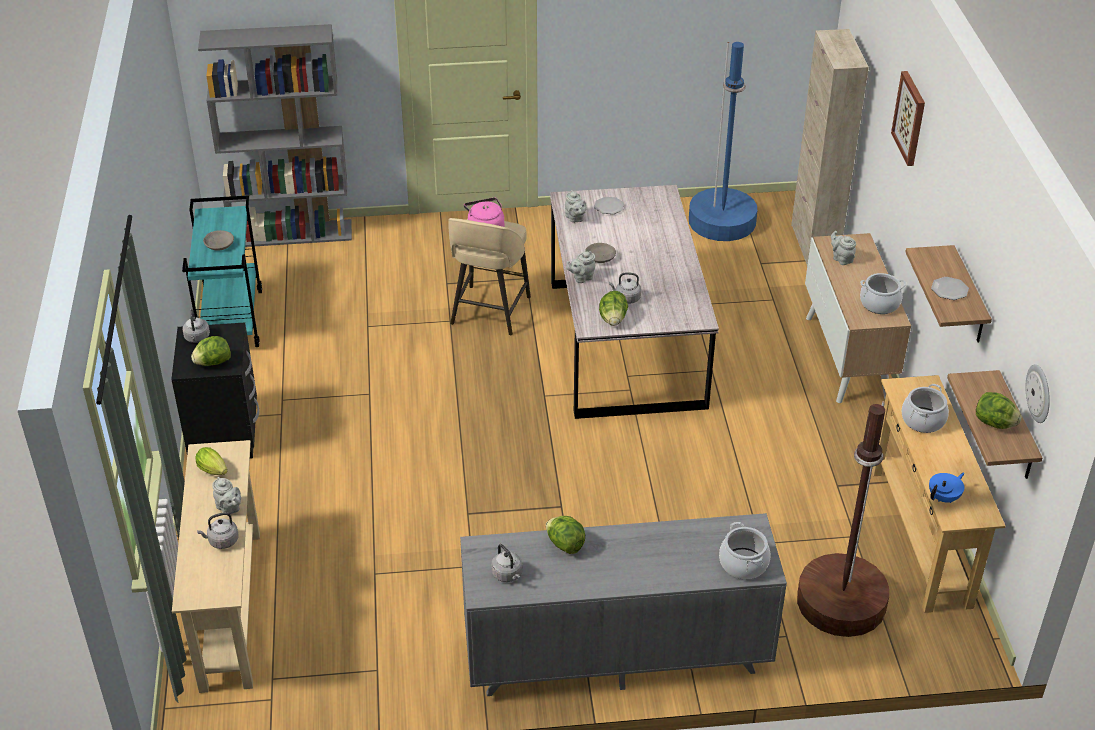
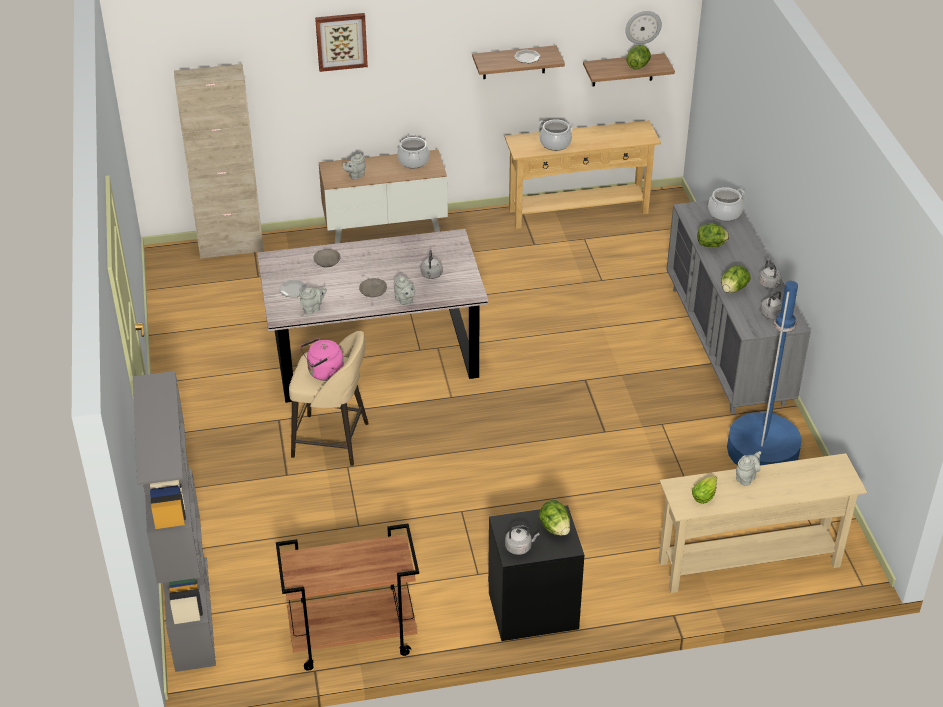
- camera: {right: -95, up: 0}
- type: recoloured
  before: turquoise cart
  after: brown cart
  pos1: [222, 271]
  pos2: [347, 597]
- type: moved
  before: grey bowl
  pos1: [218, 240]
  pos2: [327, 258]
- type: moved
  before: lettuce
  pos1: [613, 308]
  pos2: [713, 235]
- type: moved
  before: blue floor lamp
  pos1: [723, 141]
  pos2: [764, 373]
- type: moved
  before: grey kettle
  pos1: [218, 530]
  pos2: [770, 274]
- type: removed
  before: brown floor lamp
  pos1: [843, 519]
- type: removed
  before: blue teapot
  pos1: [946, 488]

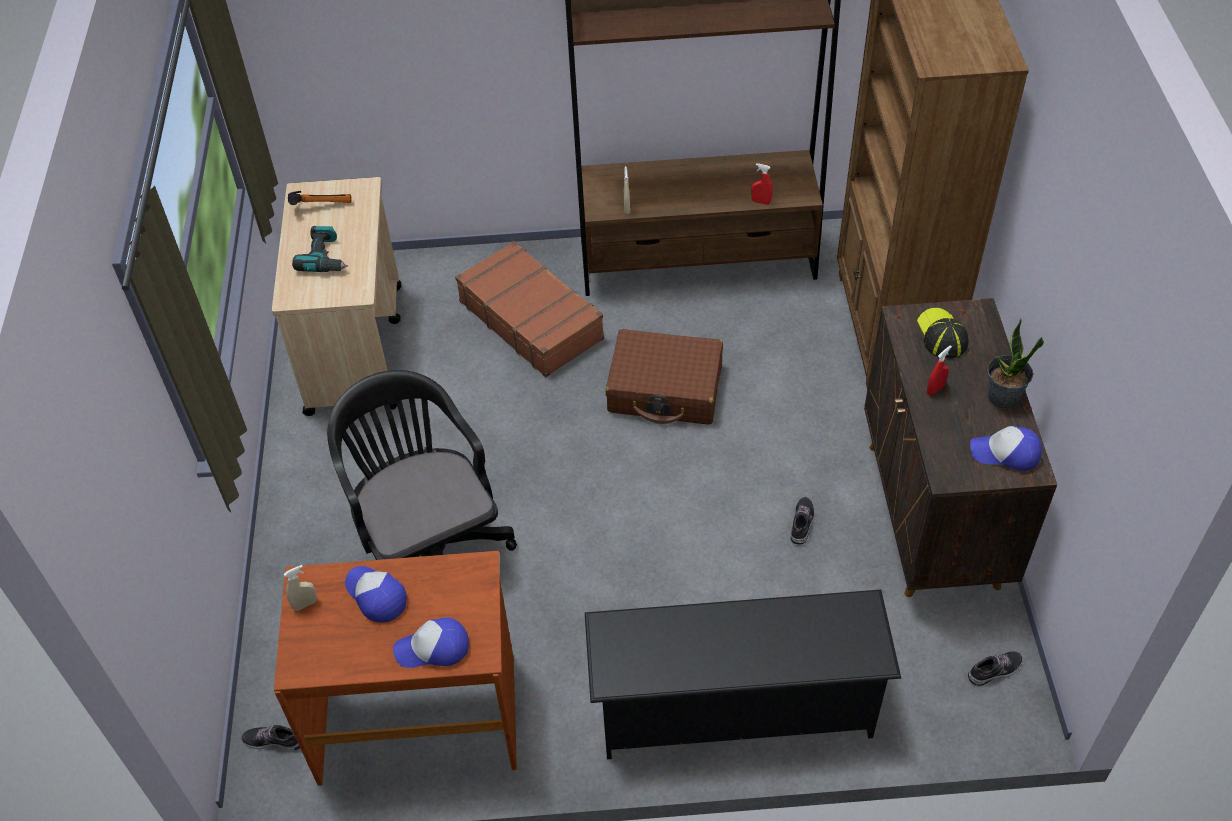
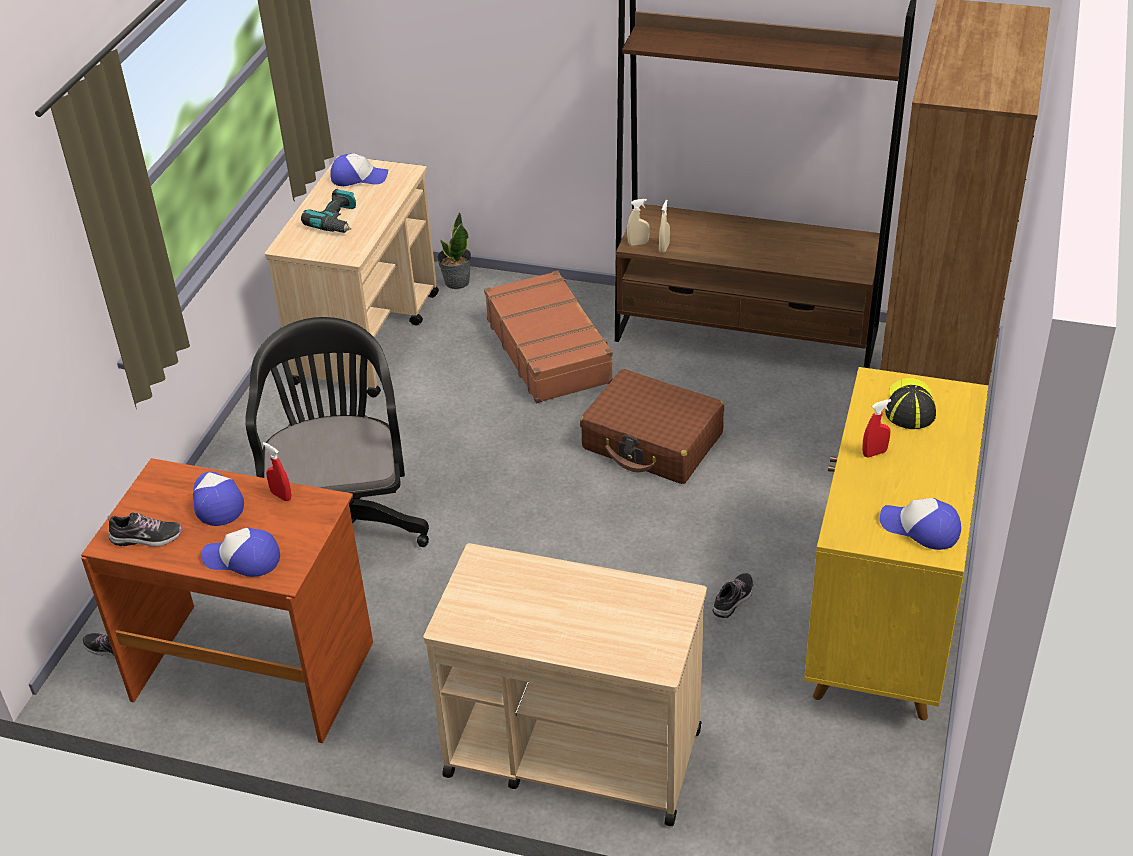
- camera: {right: 20, up: -10}
- type: moved
  before: shoe
  pos1: [995, 668]
  pos2: [145, 529]
- type: moved
  before: red spray bottle
  pos1: [762, 184]
  pos2: [277, 471]
- type: replaced
  before: hammer
  after: cap
  pos1: [320, 198]
  pos2: [359, 169]
- type: replaced
  before: black shoe rack
  after: beige cart
  pos1: [743, 674]
  pos2: [565, 684]
- type: moved
  before: potted plant
  pos1: [1015, 363]
  pos2: [454, 250]
- type: moved
  before: beige spray bottle
  pos1: [300, 588]
  pos2: [638, 222]
- type: recoloured
  before: brown cabinet
  after: yellow cabinet
  pos1: [960, 447]
  pos2: [896, 543]

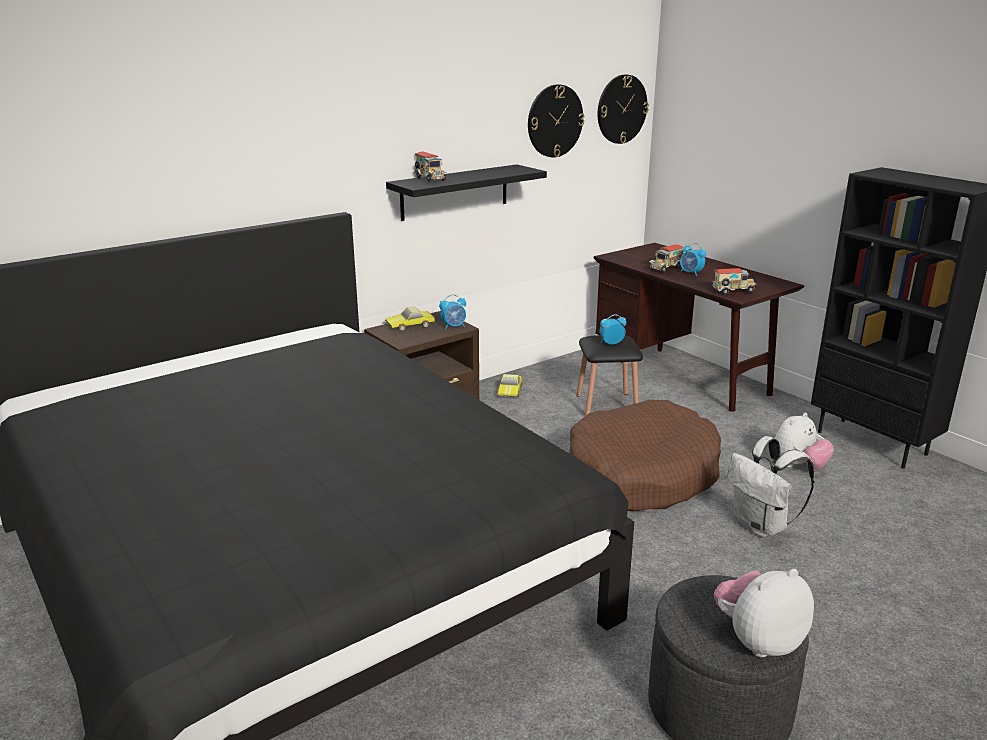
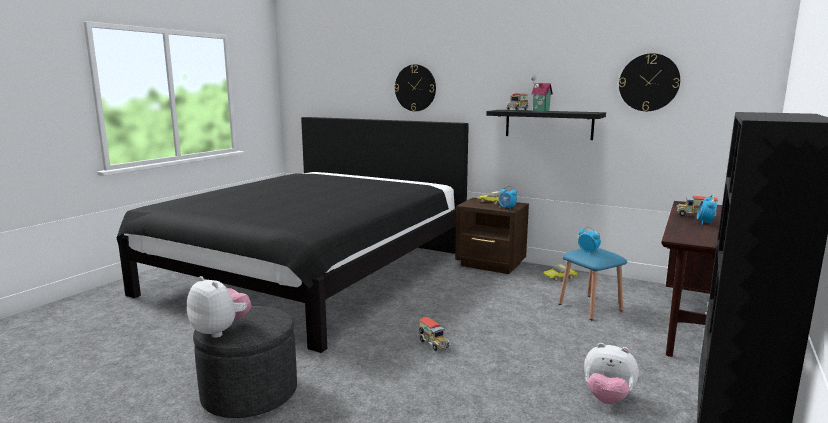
- camera: {right: 65, up: -10}
- type: moved
  before: wall clock
  pos1: [623, 109]
  pos2: [415, 87]
- type: moved
  before: toy truck
  pos1: [734, 281]
  pos2: [433, 334]
- type: added
  after: toy house
  pos2: [542, 94]
- type: recoloured
  before: black stool
  after: blue stool
  pos1: [609, 375]
  pos2: [592, 284]
- type: removed
  before: brown dog bed
  pos1: [645, 455]
- type: removed
  before: white backpack
  pos1: [771, 487]

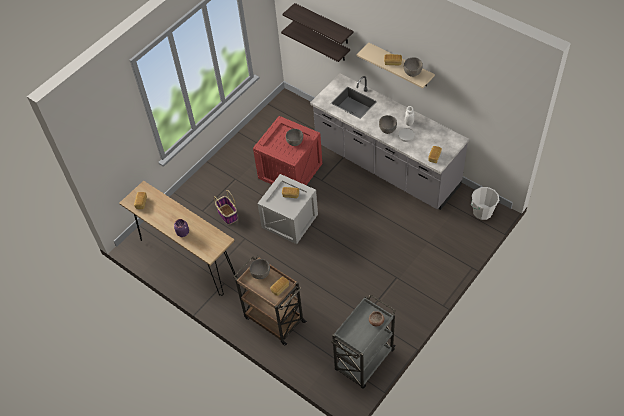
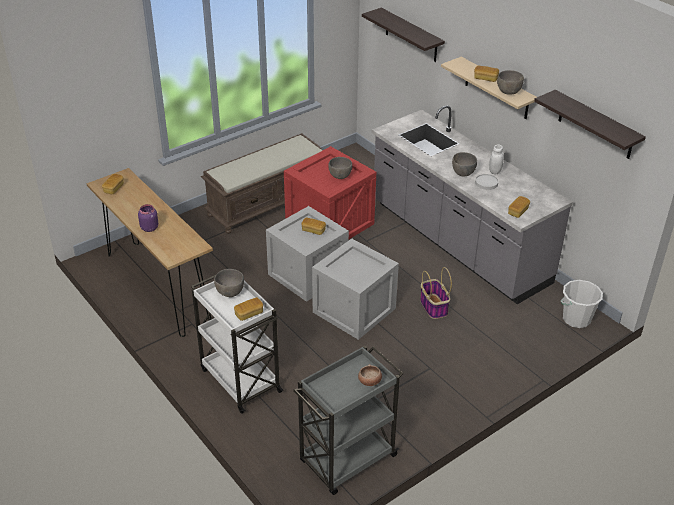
- camera: {right: 10, up: -15}
- type: recoloured
  before: brown cart
  after: white cart
  pos1: [270, 301]
  pos2: [237, 344]
- type: added
  after: brown bench
  pos2: [262, 183]
- type: added
  after: crate
  pos2: [355, 289]
- type: moved
  before: basket
  pos1: [226, 207]
  pos2: [436, 293]
- type: moved
  before: shelf
  pos1: [315, 41]
  pos2: [590, 124]

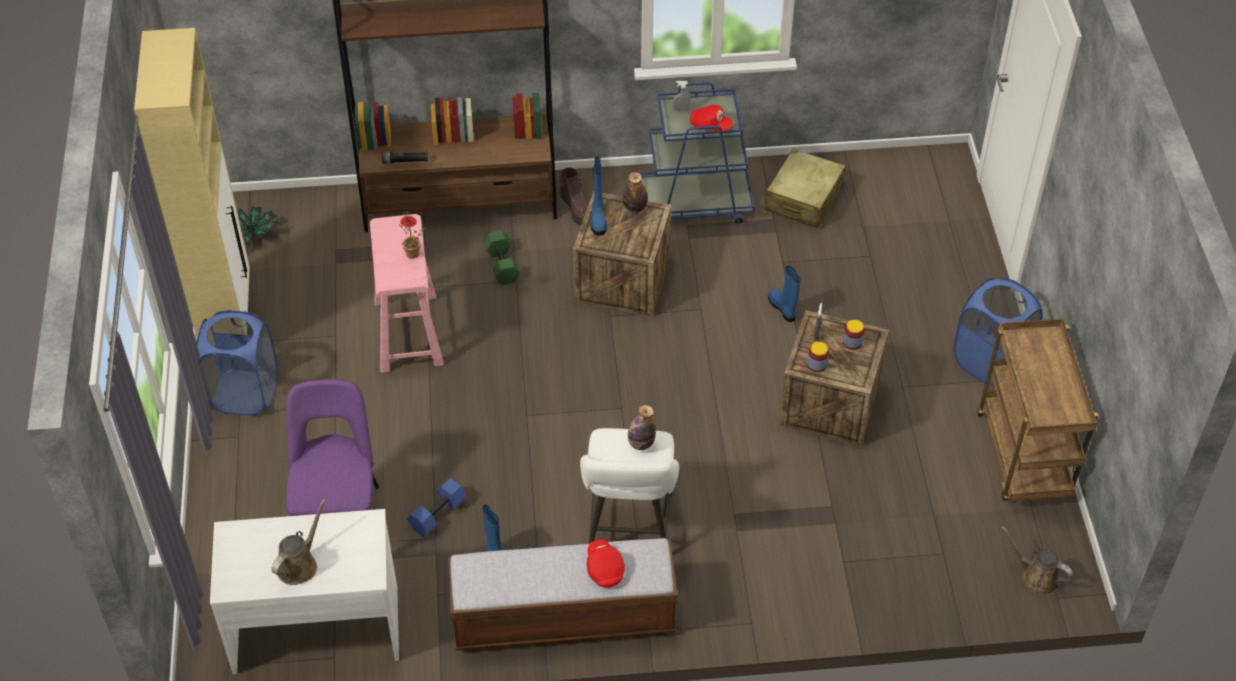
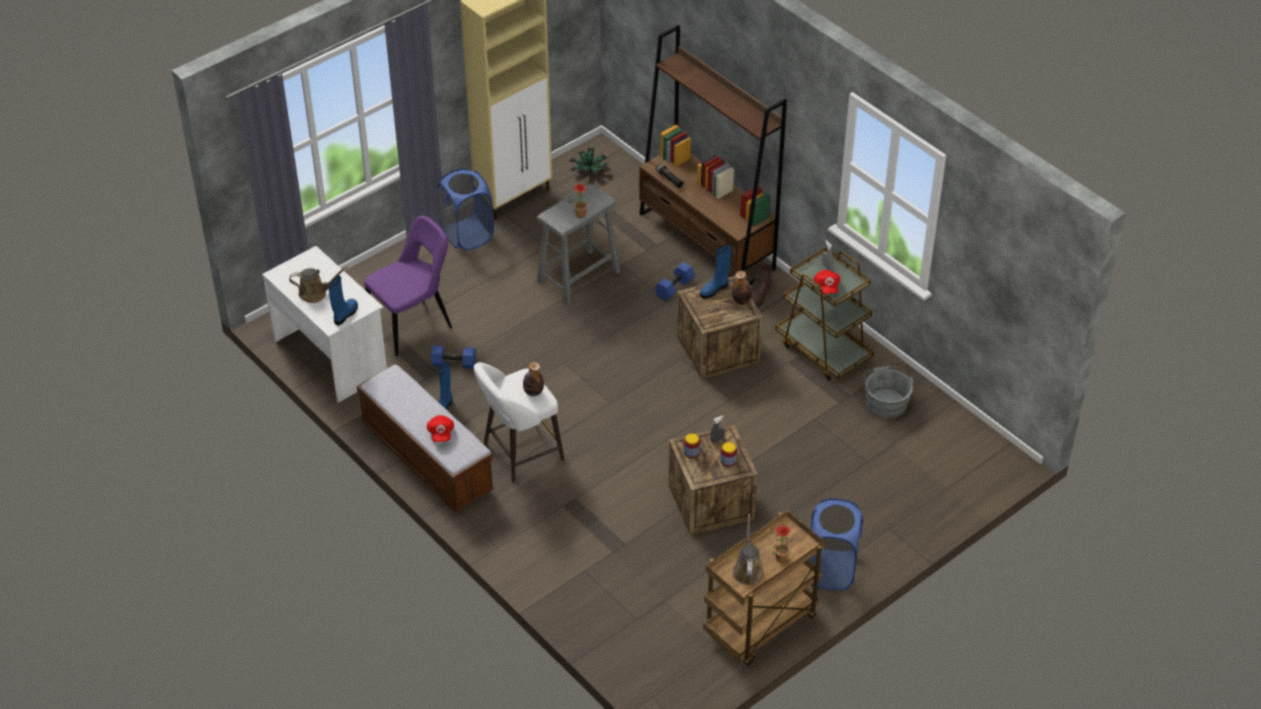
- camera: {right: 55, up: -5}
- type: moved
  before: blue boot
  pos1: [784, 294]
  pos2: [343, 300]
- type: turned
  before: red cap
  pos1: [606, 563]
  pos2: [440, 428]
  turn: 135
- type: recoloured
  before: pink stool
  after: grey stool
  pos1: [407, 293]
  pos2: [578, 244]
- type: recoloured
  before: green dumbbell
  after: blue dumbbell
  pos1: [502, 257]
  pos2: [675, 281]
- type: moved
  before: brown watering can
  pos1: [1037, 560]
  pos2: [747, 549]
- type: added
  after: potted plant
  pos2: [782, 544]
- type: recoloured
  before: blue cart
  after: brown cart
  pos1: [697, 152]
  pos2: [824, 314]
- type: replaced
  before: beige suitcase
  after: grey bucket
  pos1: [805, 188]
  pos2: [888, 391]

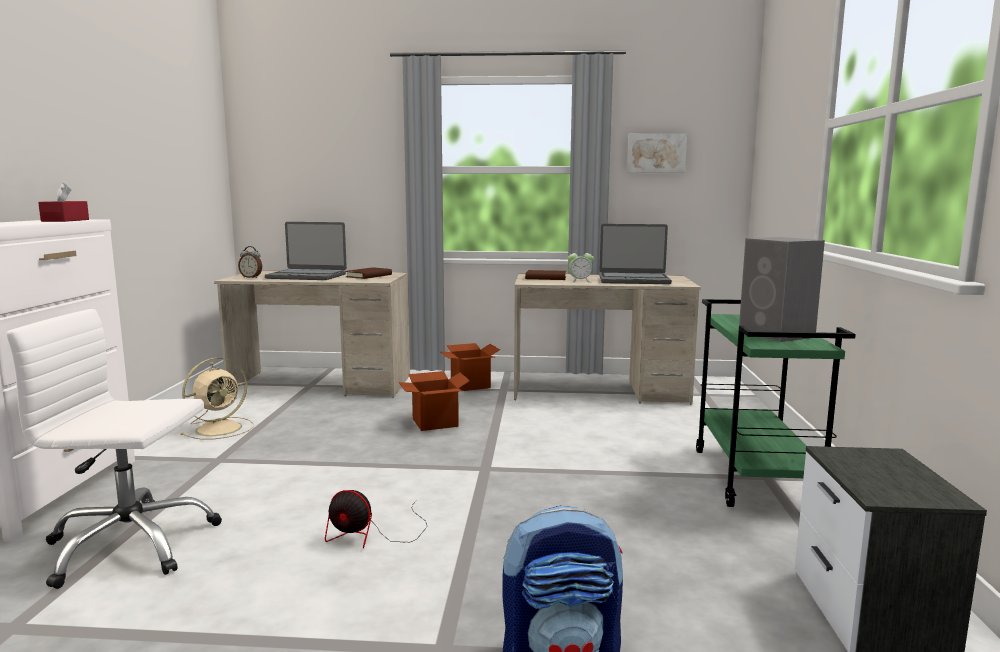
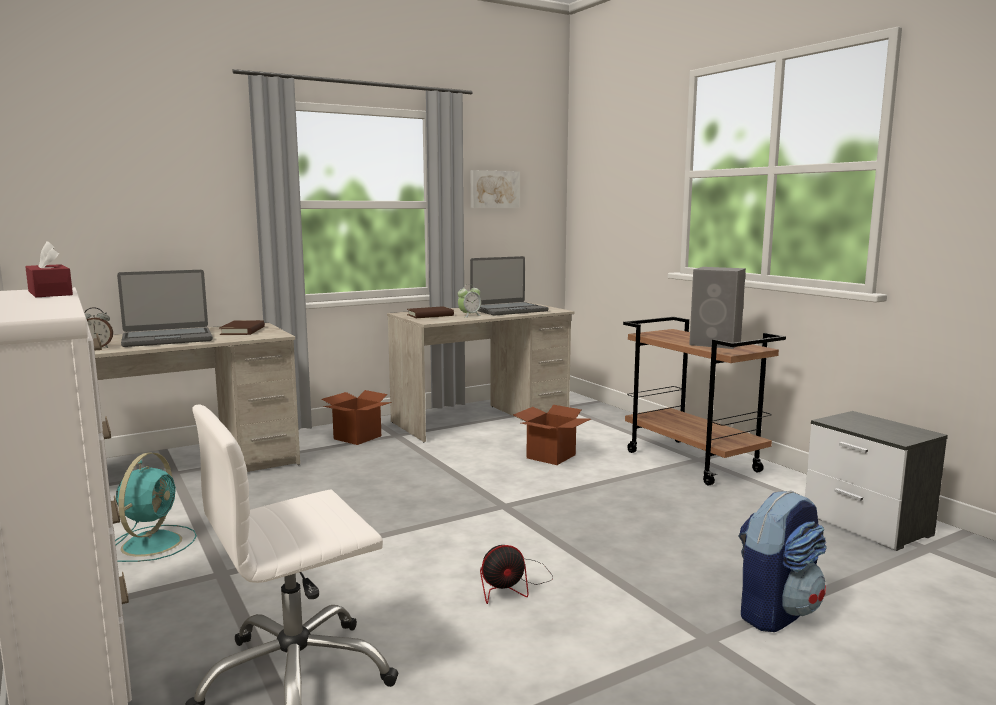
- camera: {right: -35, up: 0}
- type: recoloured
  before: beige fan
  after: turquoise fan
  pos1: [217, 398]
  pos2: [156, 507]
- type: moved
  before: cardboard box
  pos1: [434, 401]
  pos2: [552, 435]
- type: recoloured
  before: green cart
  after: brown cart
  pos1: [776, 403]
  pos2: [704, 401]

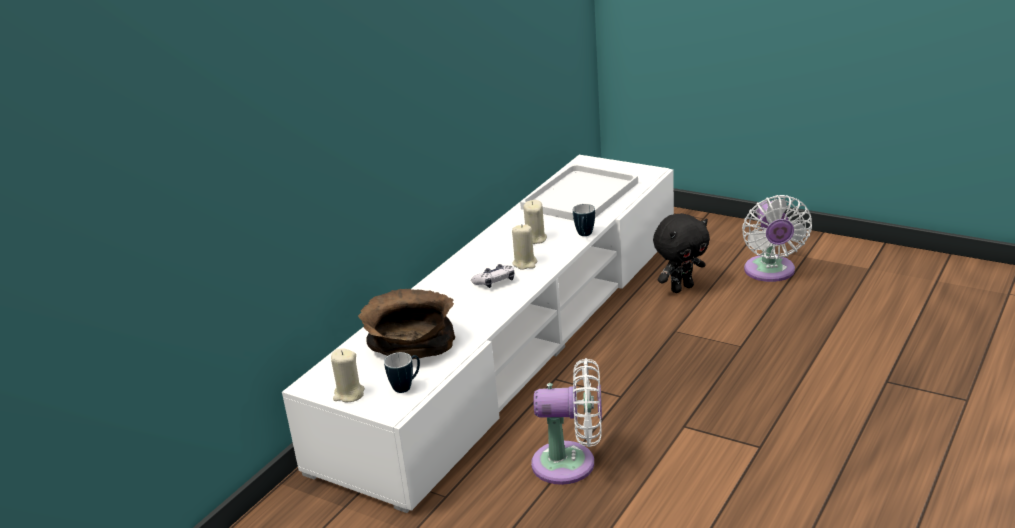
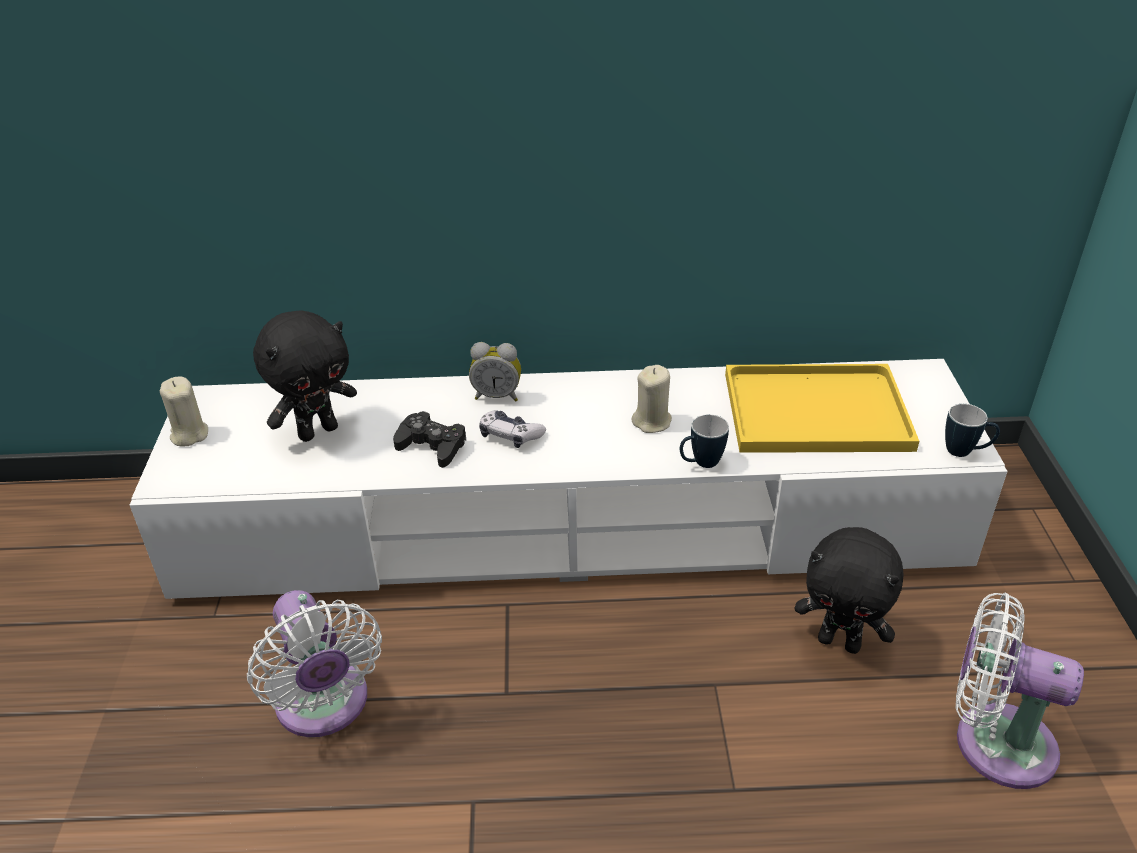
- camera: {right: 55, up: 10}
- type: replaced
  before: brown bowl
  after: black plush toy
  pos1: [406, 324]
  pos2: [305, 376]
- type: added
  after: black game controller
  pos2: [429, 439]
- type: added
  after: alarm clock
  pos2: [495, 371]
- type: recoloured
  before: white tray
  after: yellow tray
  pos1: [579, 192]
  pos2: [822, 408]
- type: moved
  before: mug
  pos1: [402, 372]
  pos2: [972, 430]
- type: turned
  before: white fan
  pos1: [777, 238]
  pos2: [1020, 690]
  turn: 60
- type: removed
  before: beige candle
  pos1: [525, 247]

